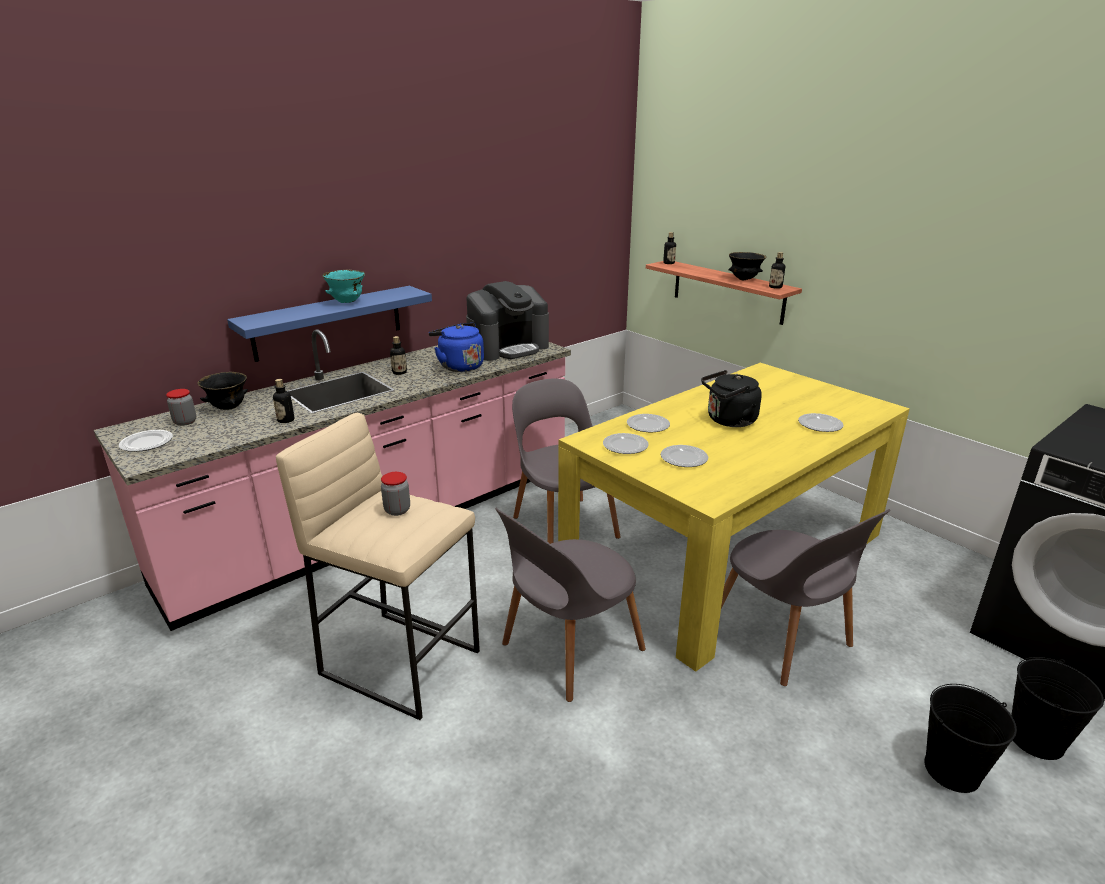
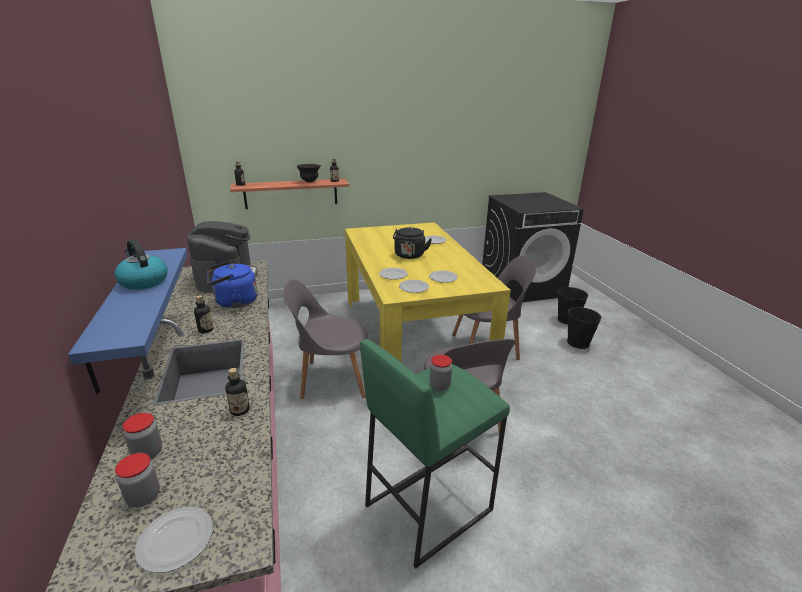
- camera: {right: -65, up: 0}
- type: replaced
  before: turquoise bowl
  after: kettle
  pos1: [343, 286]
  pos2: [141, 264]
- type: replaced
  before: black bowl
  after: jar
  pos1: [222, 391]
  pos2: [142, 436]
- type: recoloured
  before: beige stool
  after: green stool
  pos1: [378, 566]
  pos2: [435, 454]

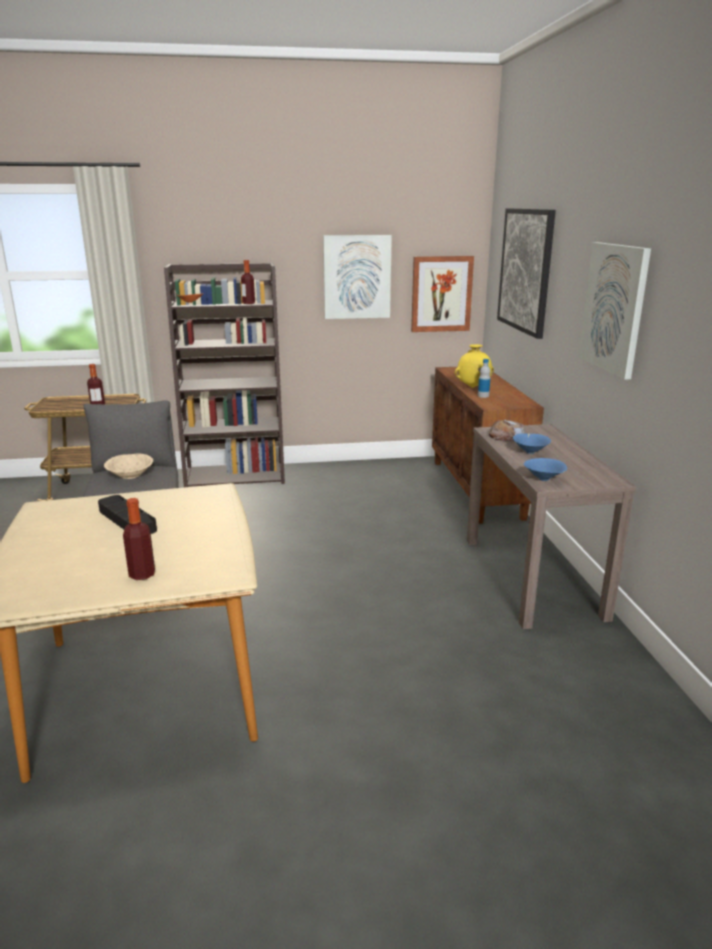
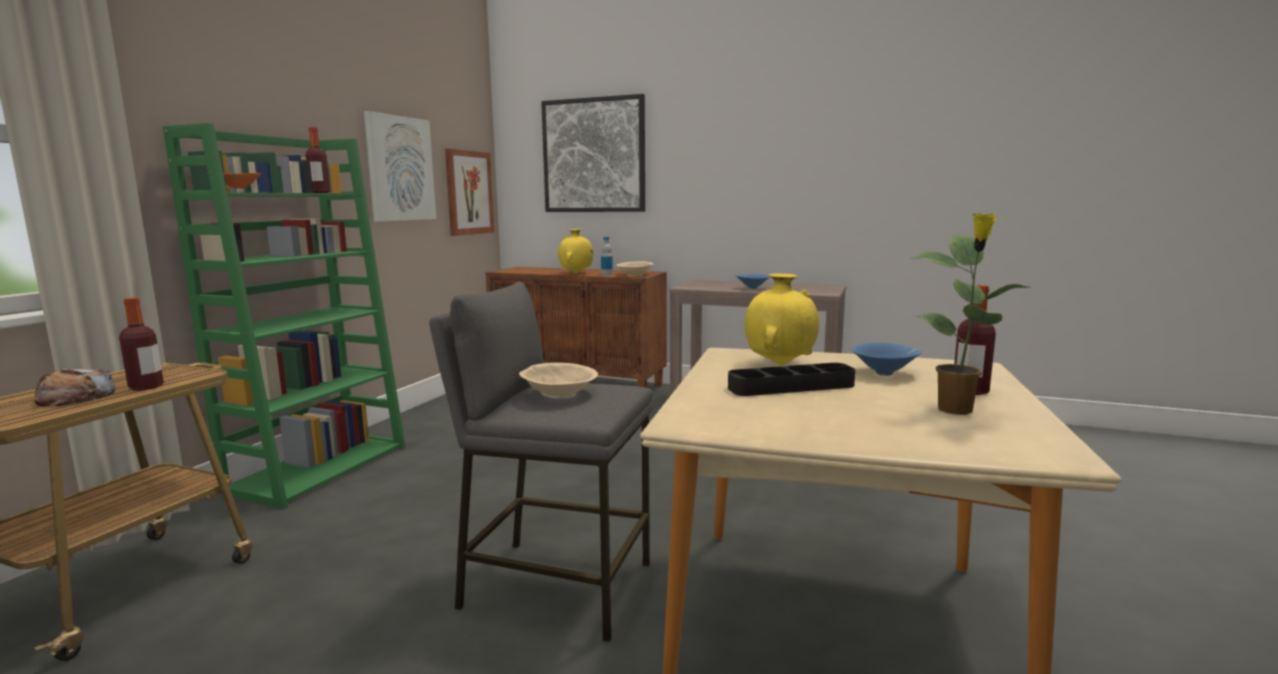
- camera: {right: -60, up: -10}
- type: moved
  before: bread
  pos1: [506, 430]
  pos2: [74, 387]
- type: recoloured
  before: brown bookcase
  after: green bookcase
  pos1: [224, 375]
  pos2: [284, 316]
- type: added
  after: beige bowl
  pos2: [634, 268]
- type: added
  after: yellow vase
  pos2: [782, 319]
- type: moved
  before: blue bowl
  pos1: [545, 469]
  pos2: [886, 359]
- type: added
  after: potted plant
  pos2: [970, 314]
- type: removed
  before: picture
  pos1: [614, 311]

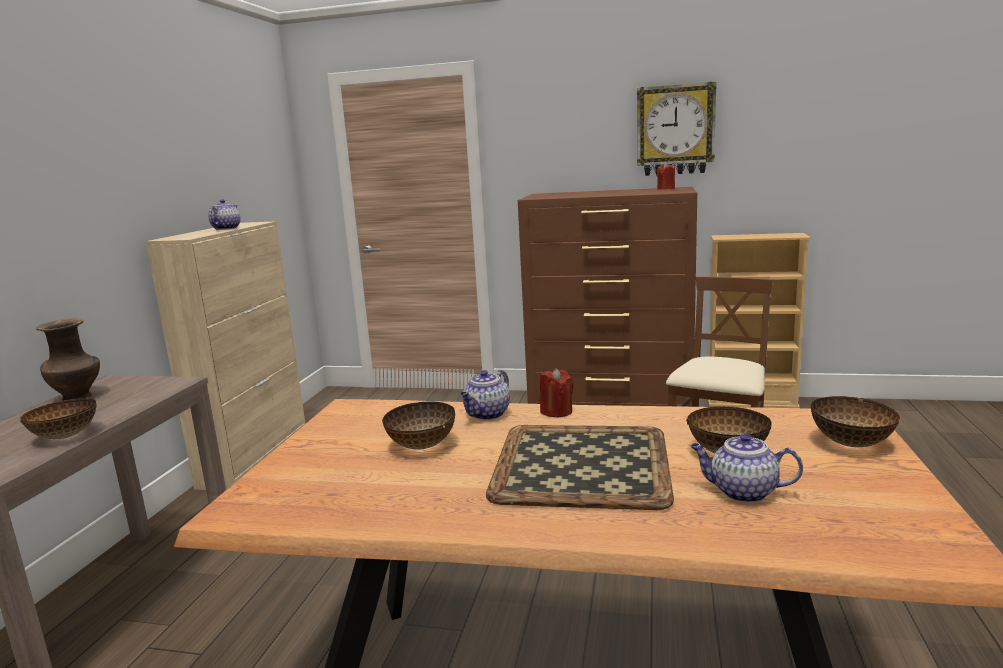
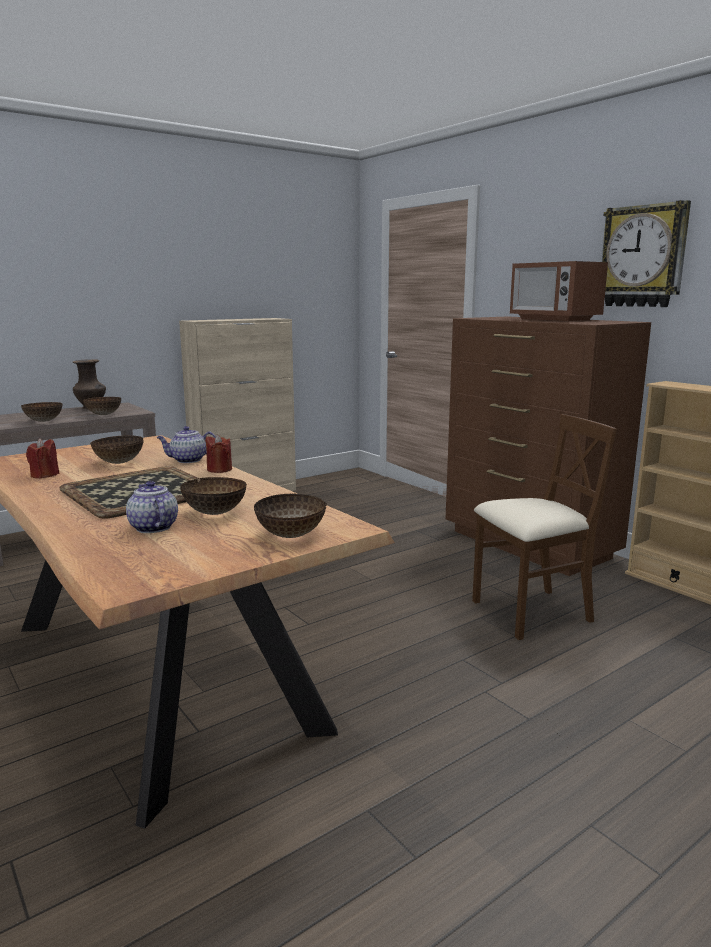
- camera: {right: 40, up: 0}
- type: moved
  before: red candle
  pos1: [665, 176]
  pos2: [42, 458]
- type: added
  after: bowl
  pos2: [101, 406]
- type: added
  after: microwave
  pos2: [559, 291]
- type: removed
  before: teapot
  pos1: [224, 214]

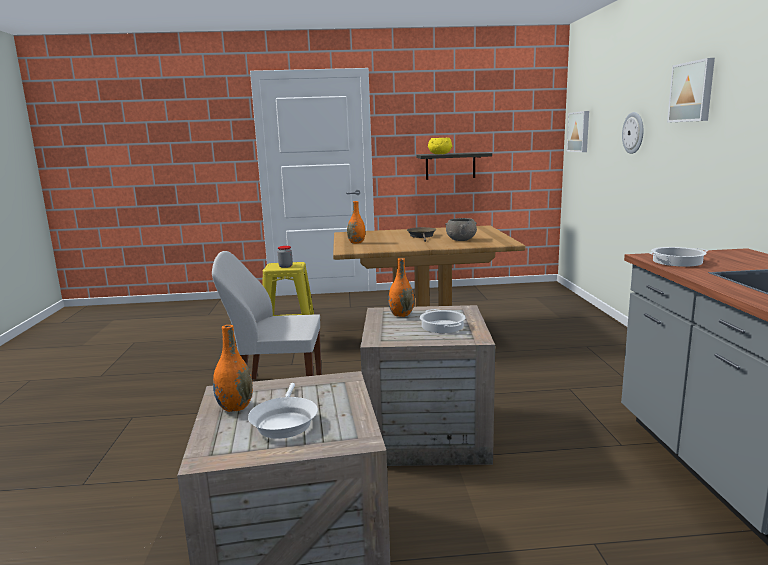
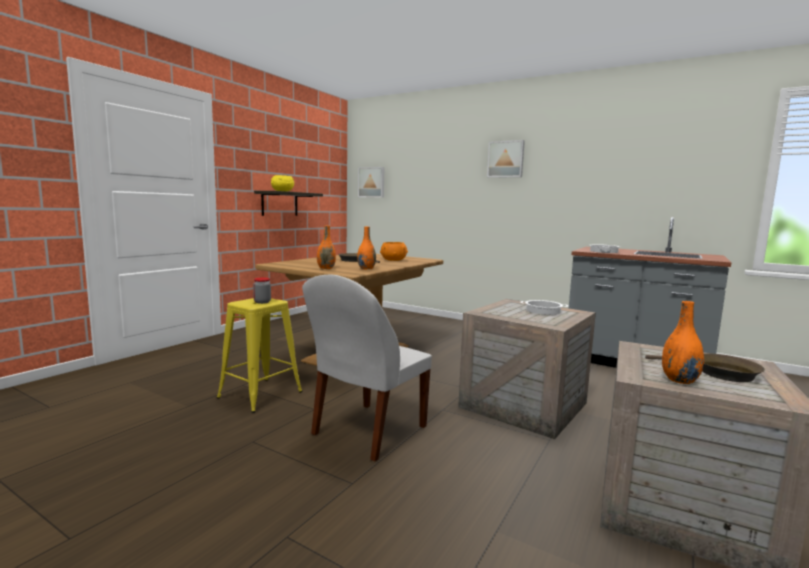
- camera: {right: -55, up: -5}
- type: moved
  before: orange vase
  pos1: [401, 287]
  pos2: [366, 248]
- type: recoloured
  before: grey bowl
  after: orange bowl
  pos1: [461, 229]
  pos2: [394, 251]
- type: recoloured
  before: white frying pan
  after: brown frying pan
  pos1: [283, 411]
  pos2: [705, 367]
- type: removed
  before: wall clock
  pos1: [632, 133]

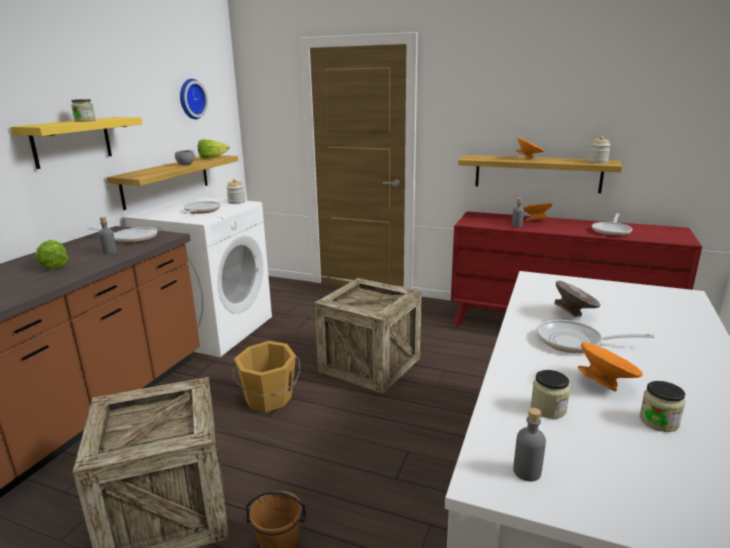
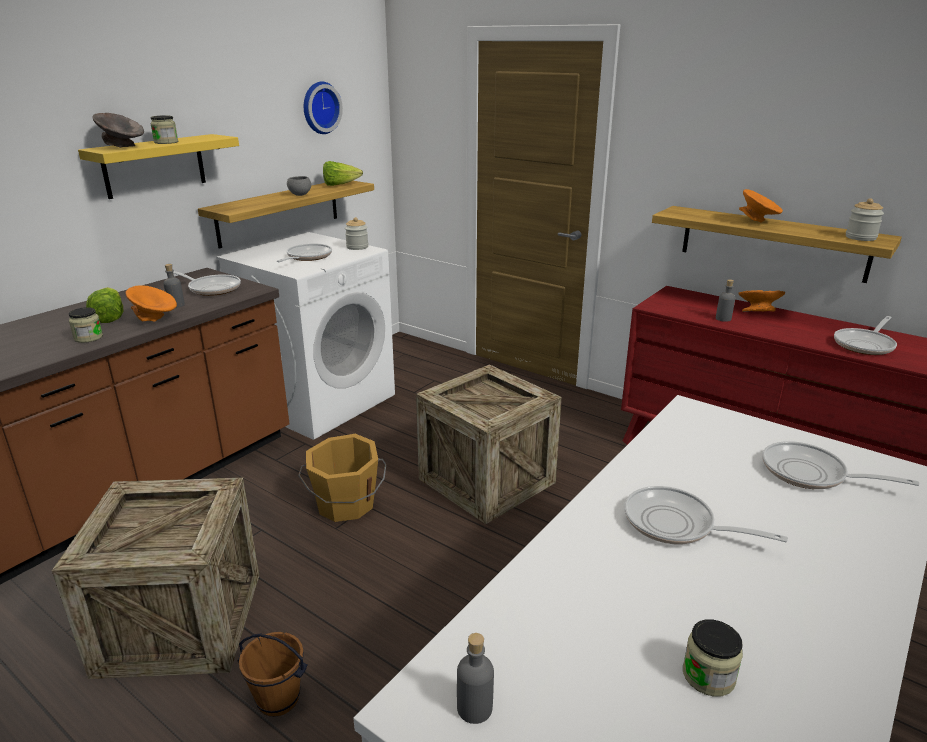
- camera: {right: 15, up: 5}
- type: moved
  before: jar
  pos1: [550, 394]
  pos2: [86, 325]
- type: moved
  before: grey bowl
  pos1: [577, 299]
  pos2: [118, 130]
- type: moved
  before: orange bowl
  pos1: [610, 367]
  pos2: [151, 303]
- type: added
  after: frying pan
  pos2: [840, 465]

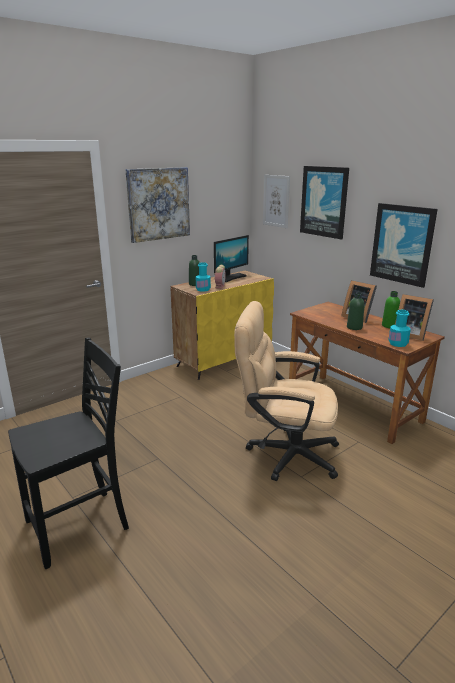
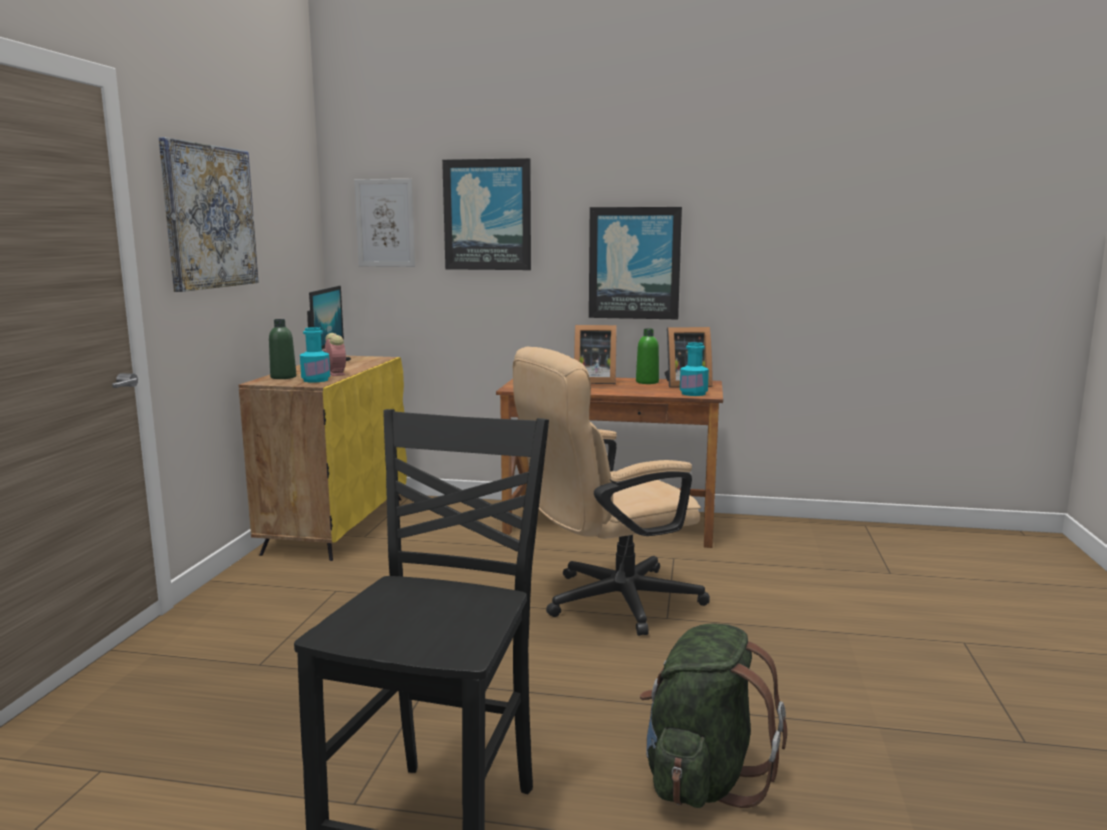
- camera: {right: -40, up: -10}
- type: added
  after: green backpack
  pos2: [713, 715]
- type: removed
  before: green bottle
  pos1: [355, 311]

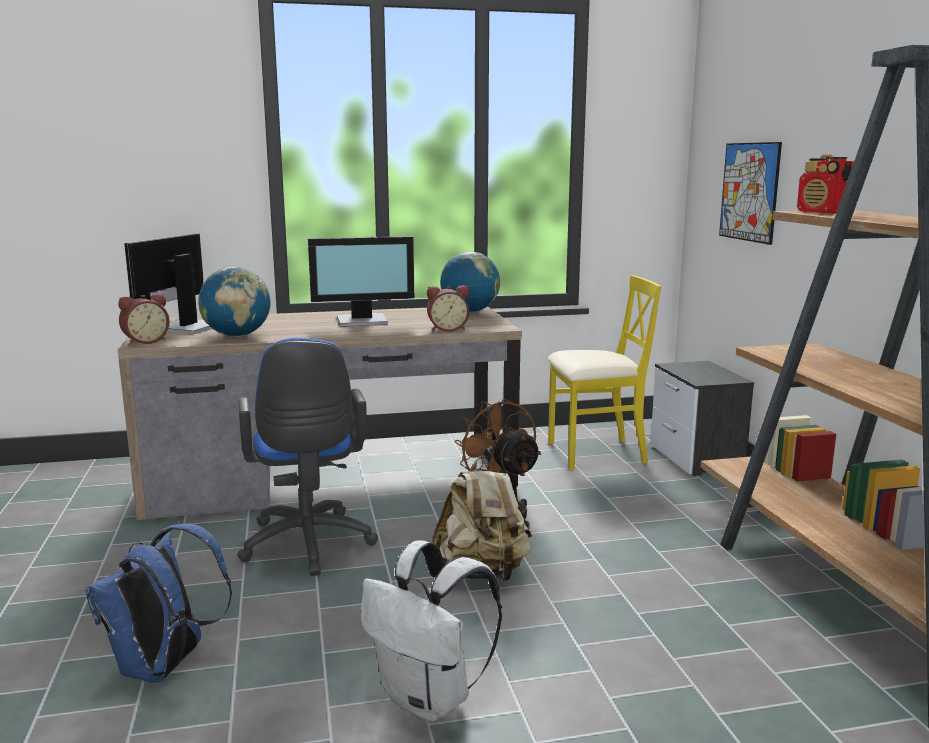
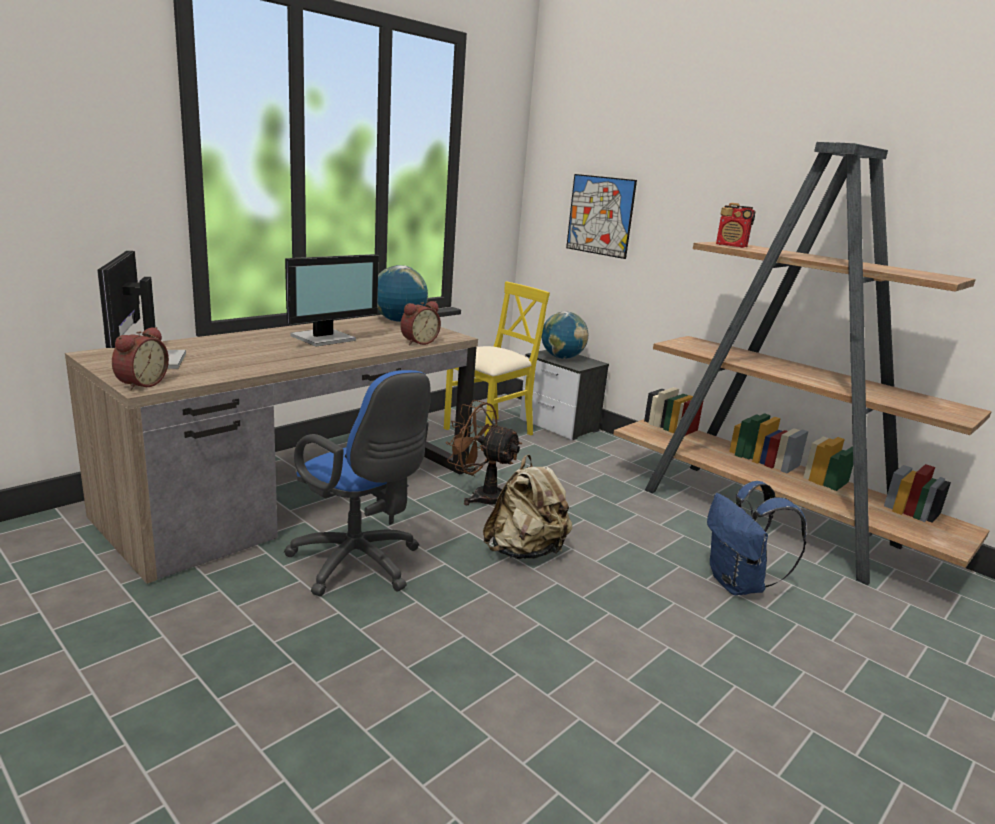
- camera: {right: -35, up: 5}
- type: moved
  before: globe
  pos1: [234, 302]
  pos2: [564, 335]
- type: moved
  before: blue backpack
  pos1: [159, 603]
  pos2: [757, 538]
- type: removed
  before: white backpack
  pos1: [431, 631]

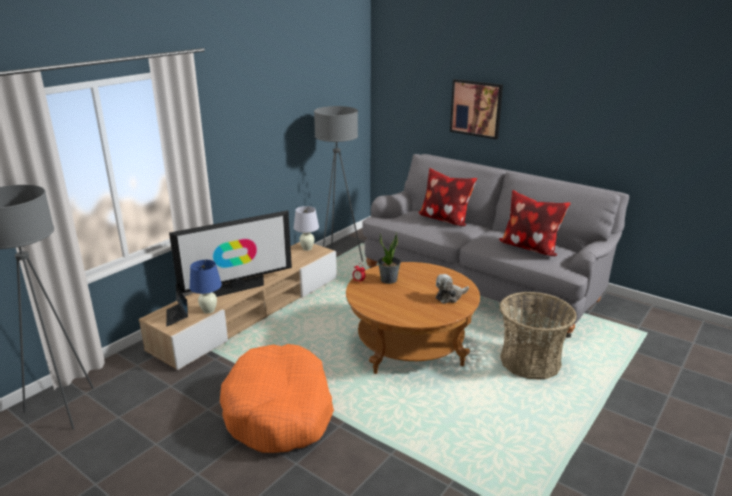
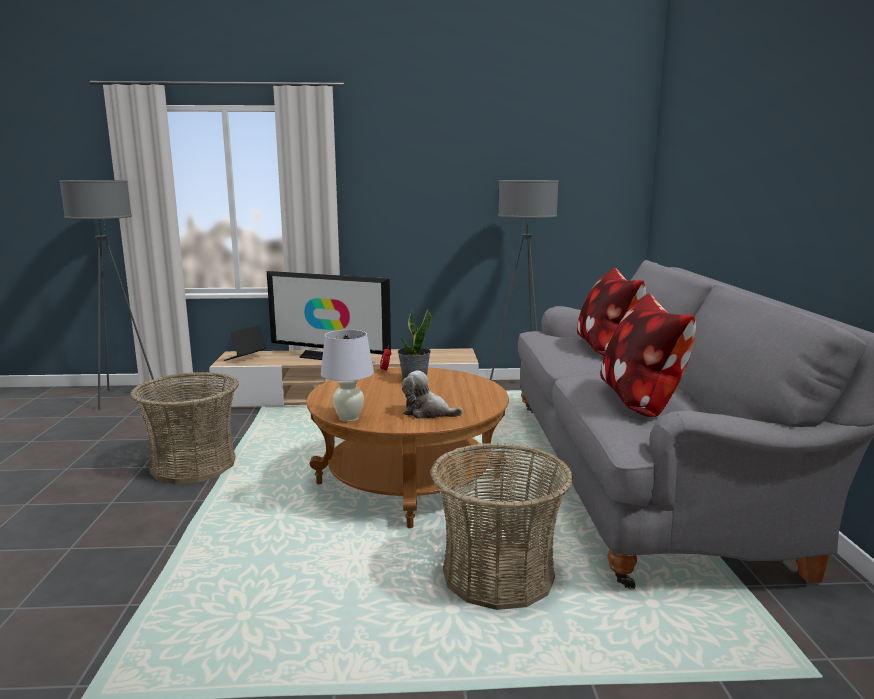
- camera: {right: 50, up: -10}
- type: replaced
  before: orange dog bed
  after: basket
  pos1: [277, 398]
  pos2: [185, 428]
- type: moved
  before: white table lamp
  pos1: [306, 228]
  pos2: [347, 376]
- type: removed
  before: blue table lamp
  pos1: [206, 287]
- type: removed
  before: picture
  pos1: [476, 109]

